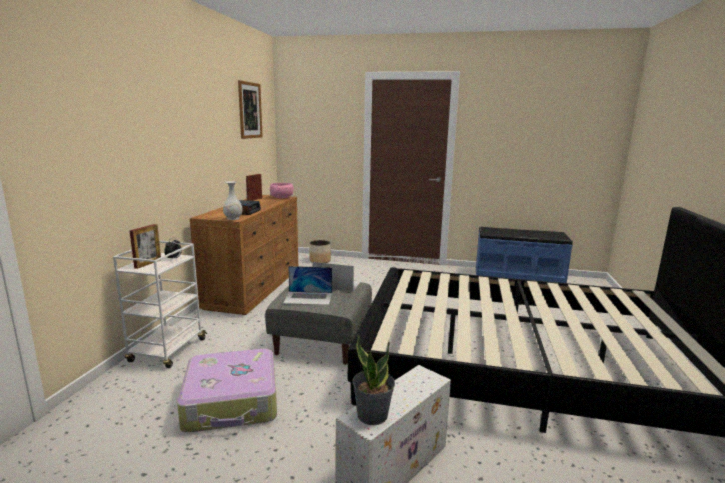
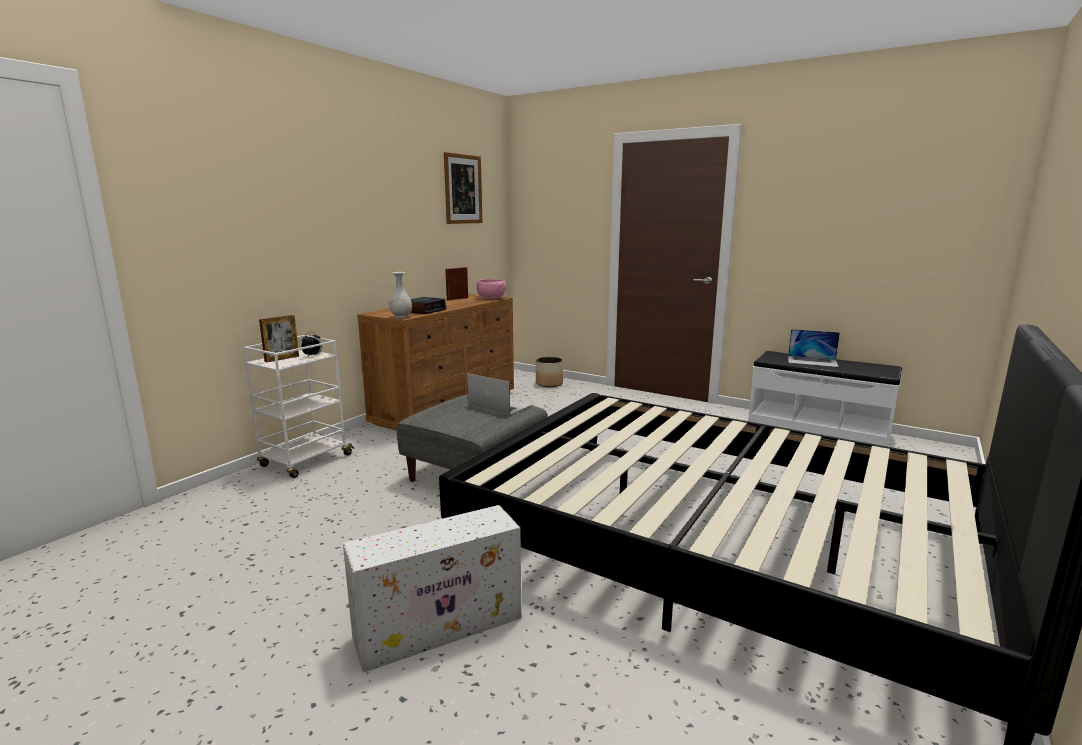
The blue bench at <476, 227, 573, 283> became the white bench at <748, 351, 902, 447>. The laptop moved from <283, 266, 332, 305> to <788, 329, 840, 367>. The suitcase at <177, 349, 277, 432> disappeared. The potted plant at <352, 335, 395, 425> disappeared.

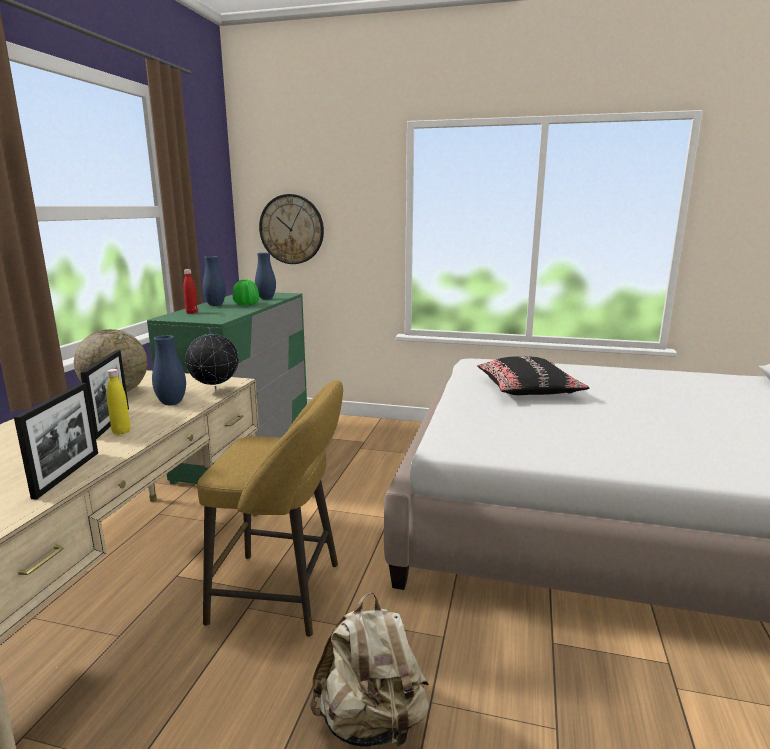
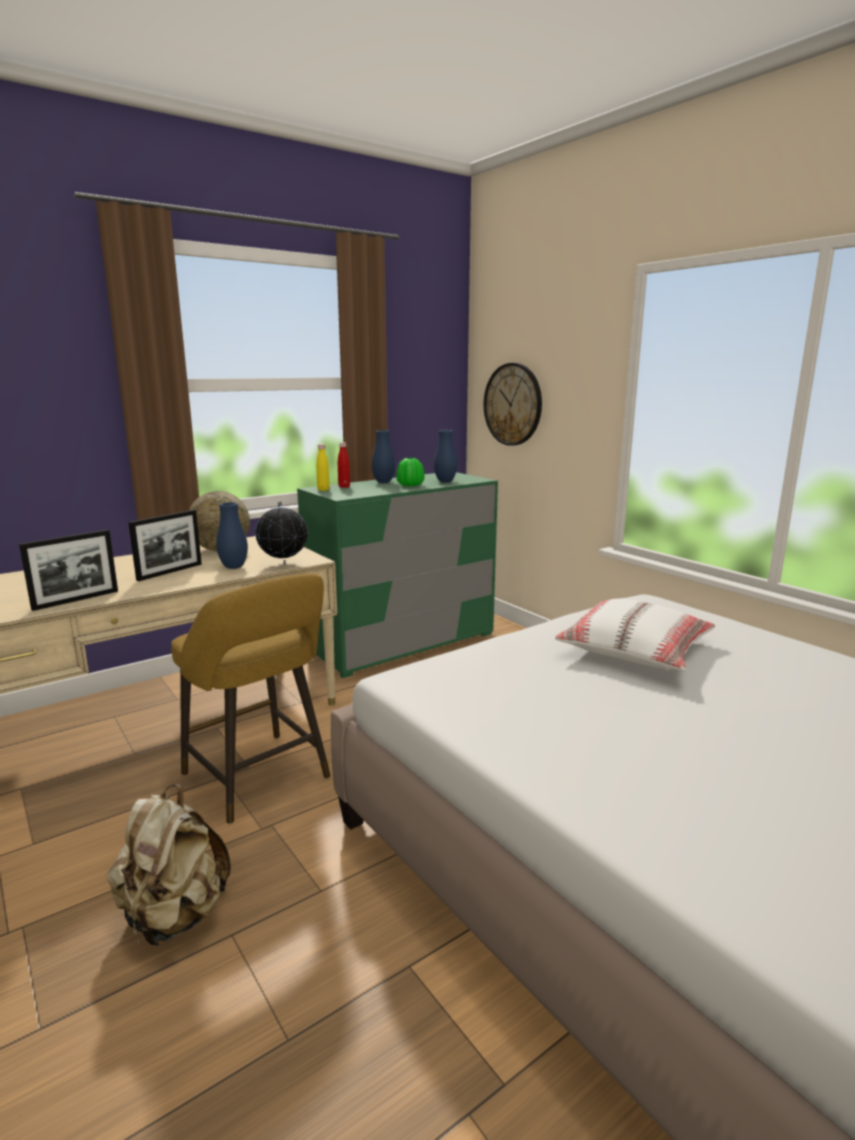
The yellow bottle moved from <107, 369, 131, 435> to <316, 444, 329, 491>. The black pillow at <477, 356, 589, 395> became the white pillow at <555, 599, 716, 671>.

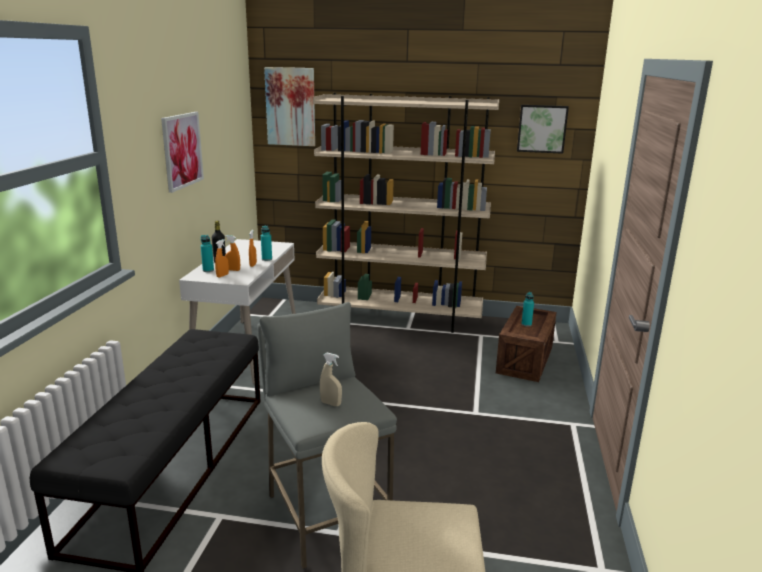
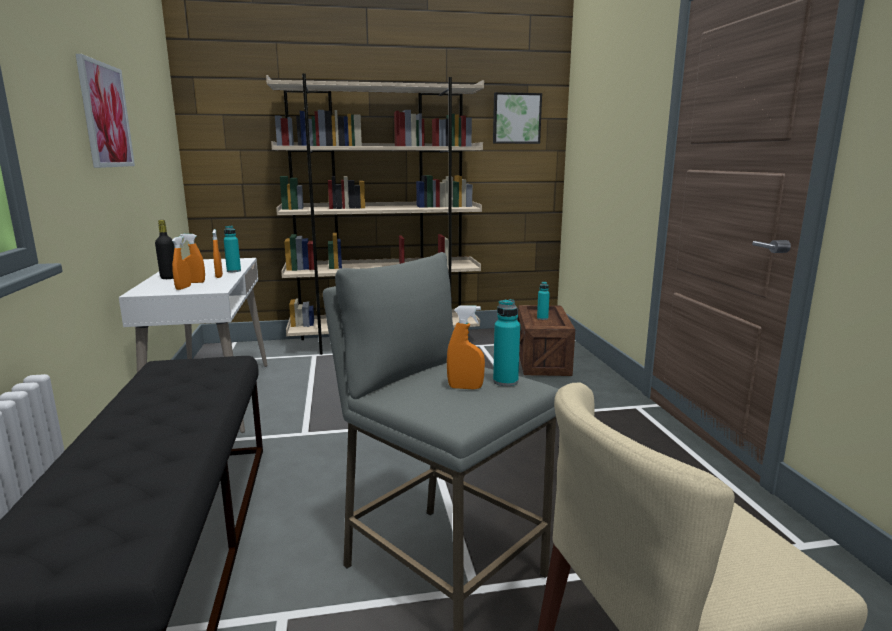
The beige spray bottle at <320, 353, 342, 406> became the orange spray bottle at <447, 305, 485, 389>. The turquoise bottle moved from <201, 235, 214, 272> to <493, 299, 520, 386>. The picture at <264, 67, 315, 146> disappeared.

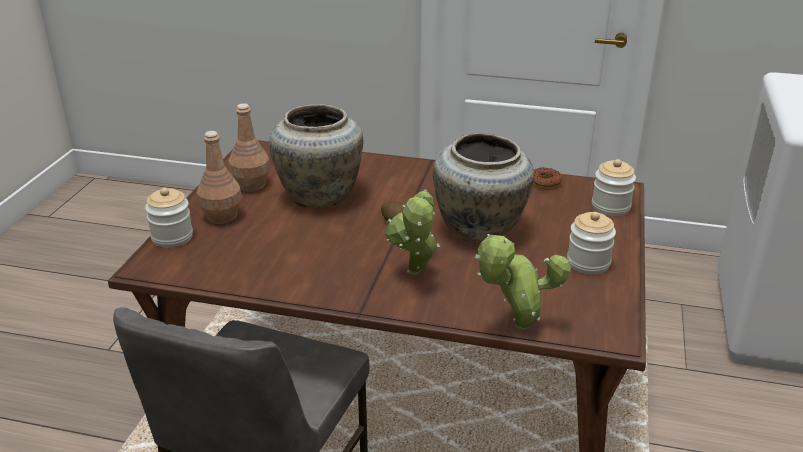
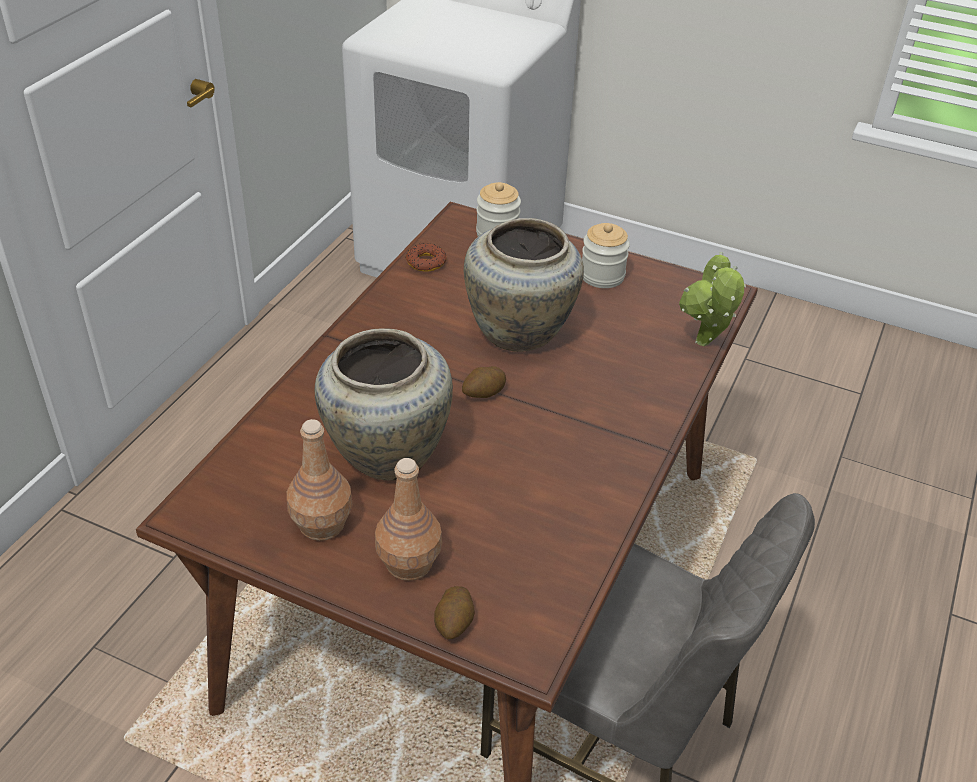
The jar at <145, 188, 193, 248> was replaced by the potato at <434, 586, 475, 639>. The potted plant at <385, 189, 440, 275> disappeared.

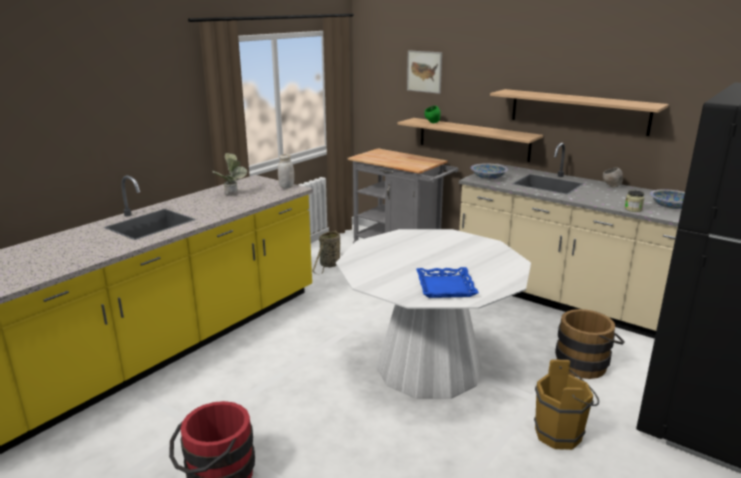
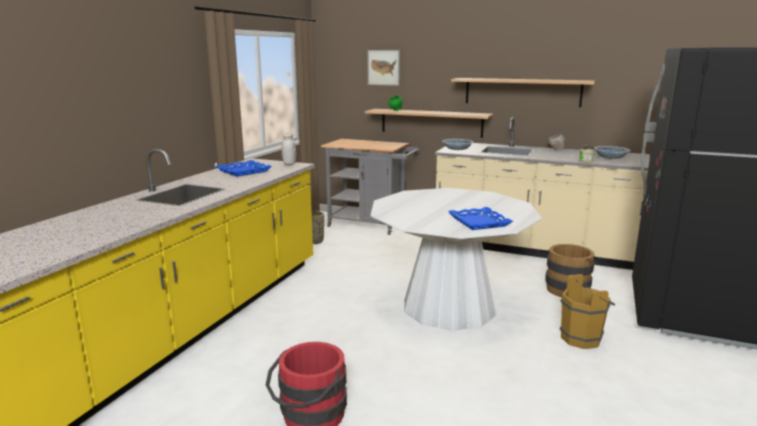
The potted plant at <212, 153, 247, 195> was replaced by the blue tray at <216, 160, 272, 177>.

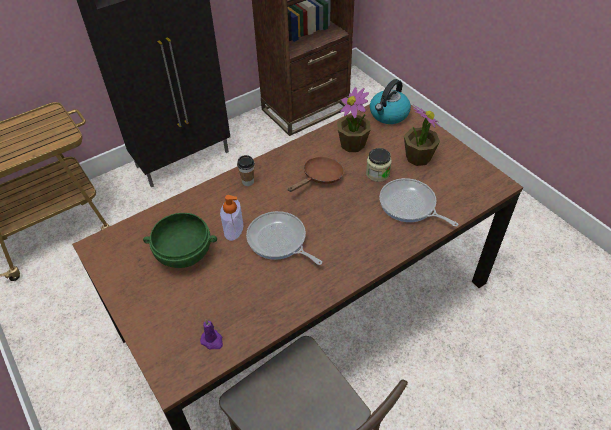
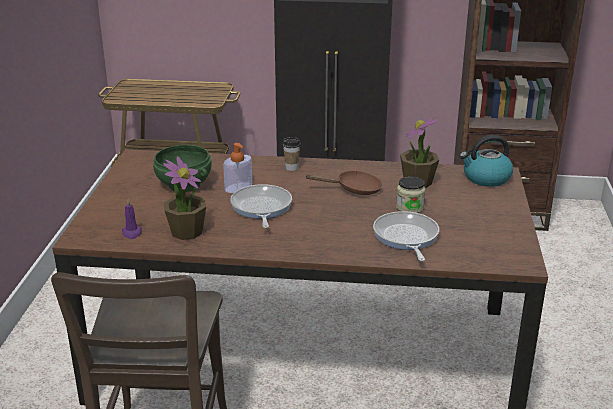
The potted plant moved from <404, 105, 441, 166> to <163, 156, 206, 240>.

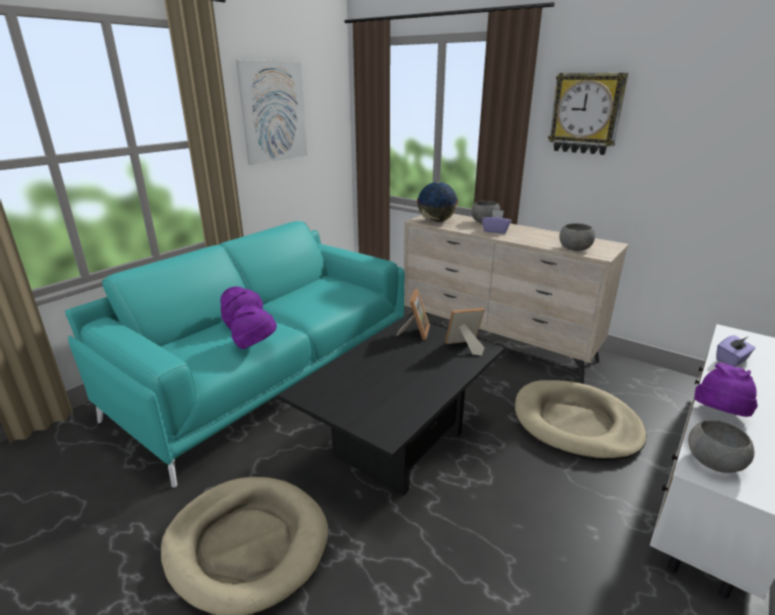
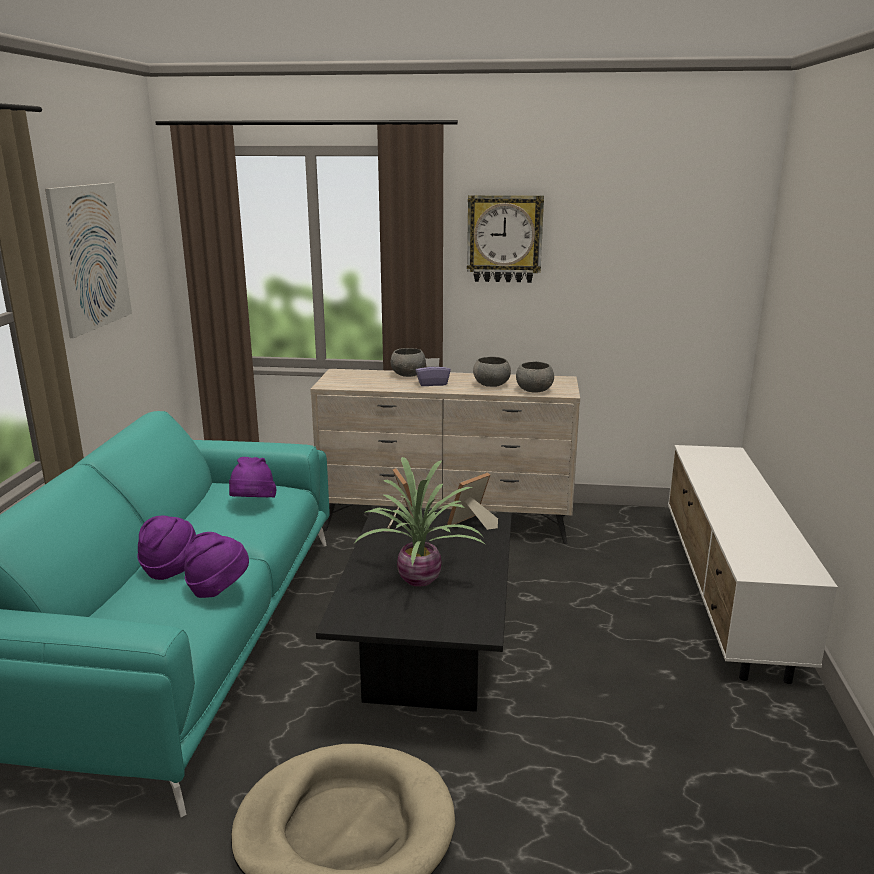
The purple hat moved from <694, 363, 758, 417> to <229, 457, 276, 498>. The potted plant at <354, 457, 486, 587> appeared. The grey bowl moved from <688, 420, 754, 473> to <473, 356, 511, 387>. The globe at <417, 182, 458, 222> disappeared. The beige dog bed at <515, 380, 647, 461> disappeared. The purple tissue box at <716, 335, 756, 367> disappeared.

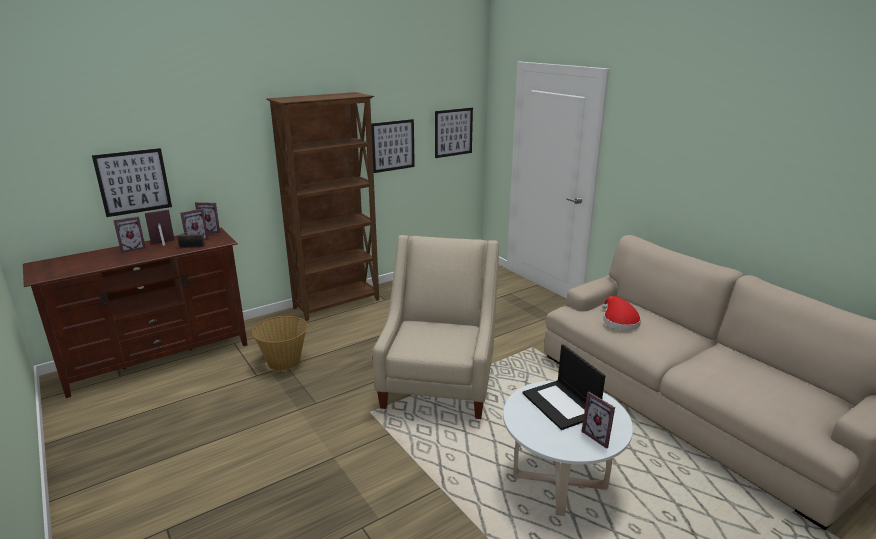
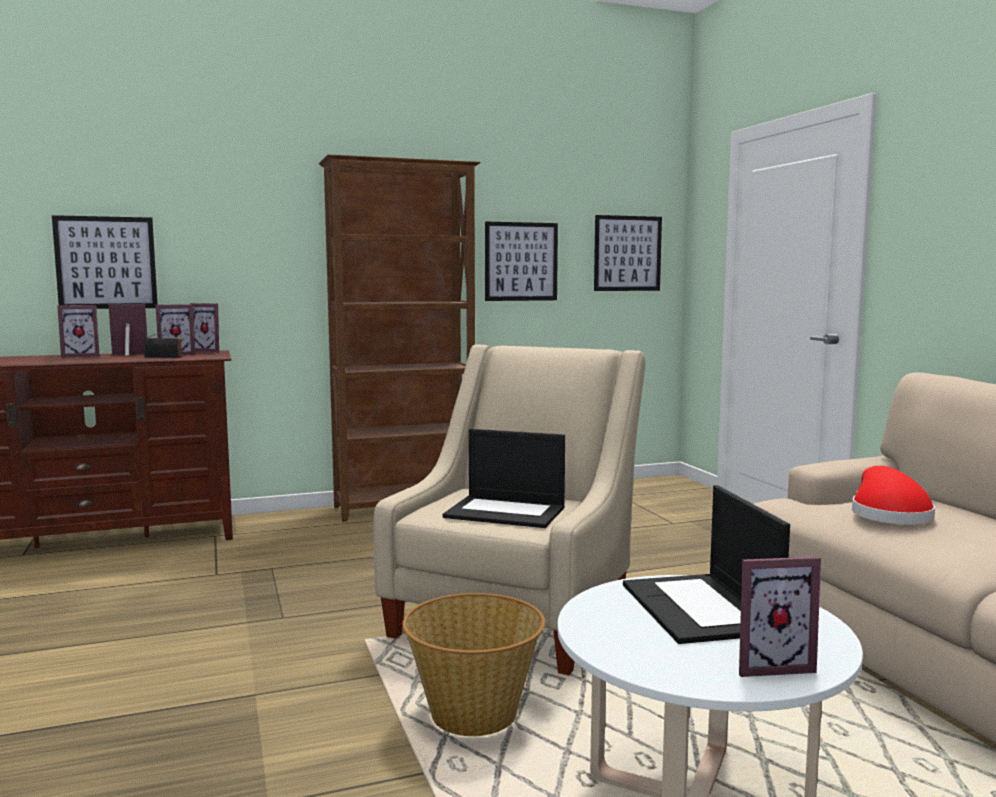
The basket moved from <252, 316, 308, 371> to <402, 593, 545, 736>. The laptop at <443, 429, 565, 528> appeared. The picture frame at <581, 392, 615, 449> turned 75 degrees counterclockwise.

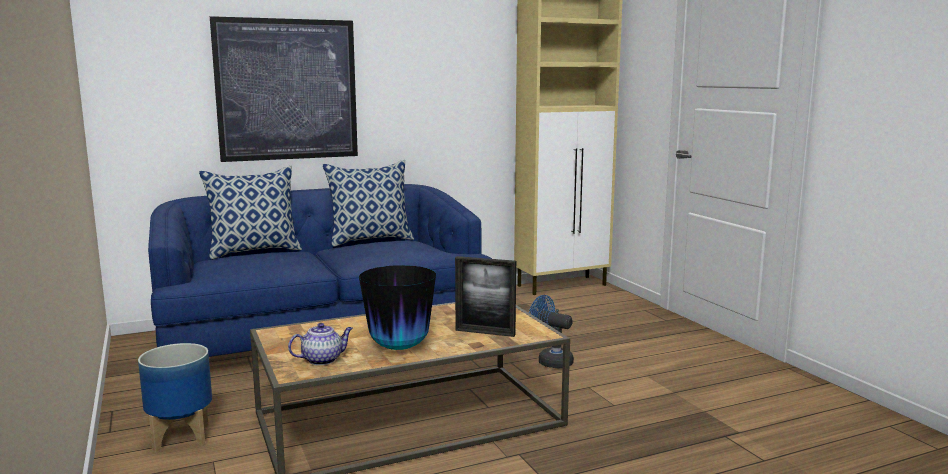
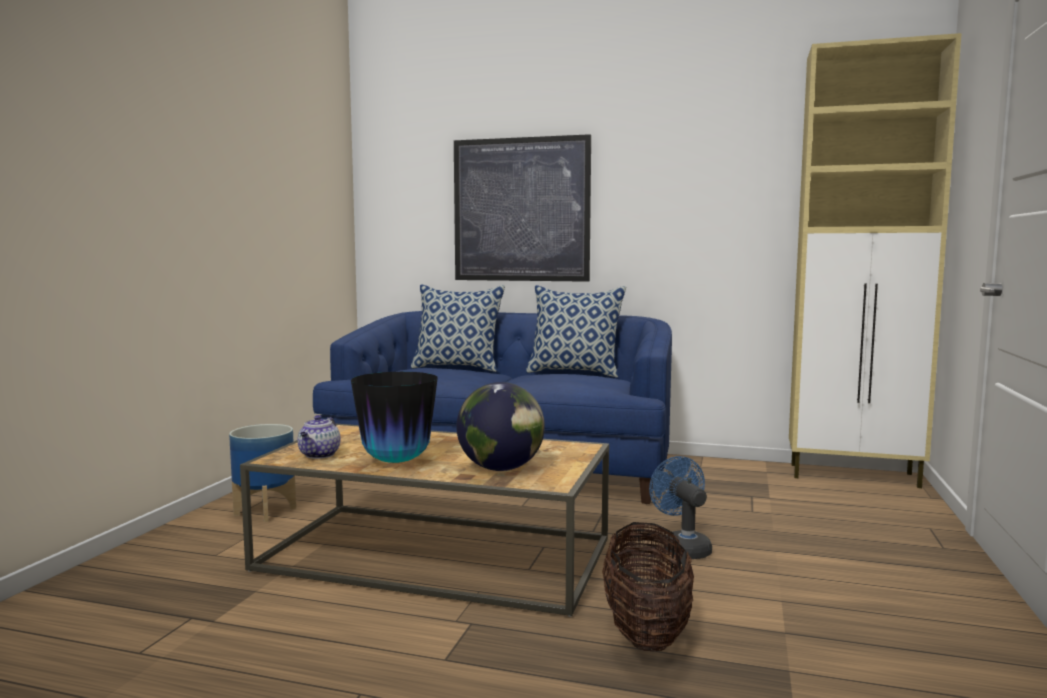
The teapot at <288, 323, 353, 365> turned 90 degrees clockwise. The picture frame at <455, 256, 516, 337> was replaced by the globe at <456, 382, 545, 471>. The basket at <602, 522, 694, 651> appeared.

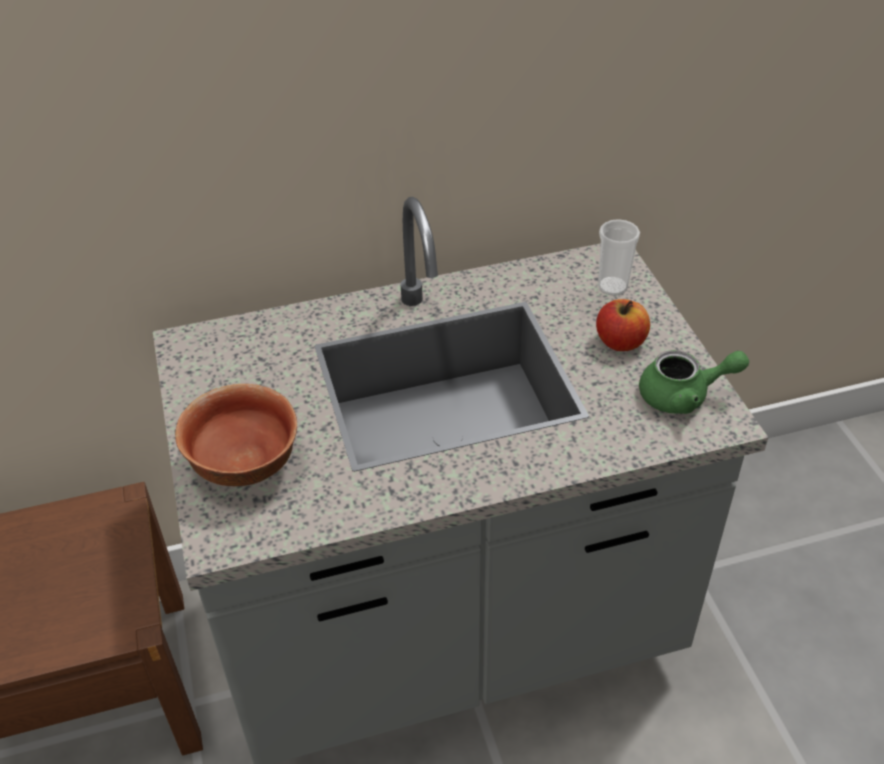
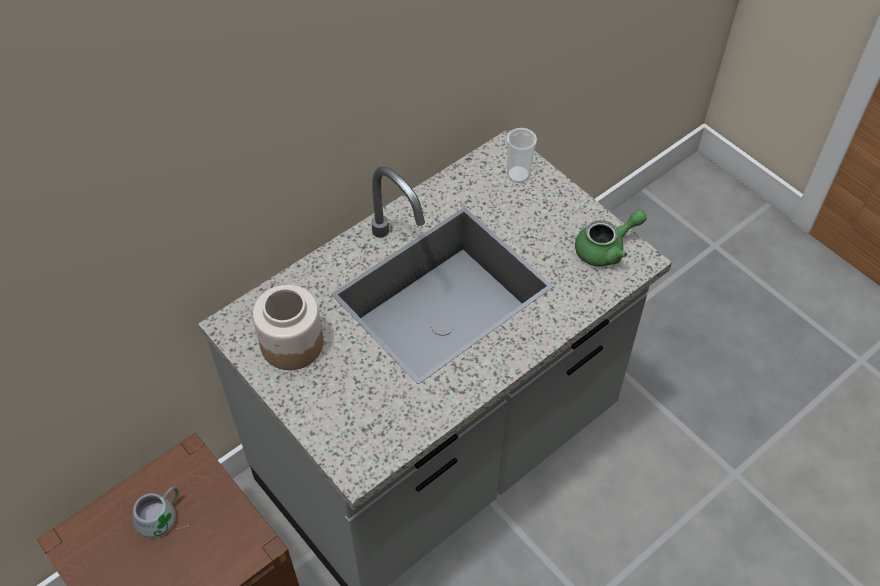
The grey mug at <133, 486, 188, 538> appeared. The jar at <252, 285, 323, 370> appeared. The bowl at <175, 384, 297, 487> disappeared. The apple at <596, 299, 650, 351> disappeared.

